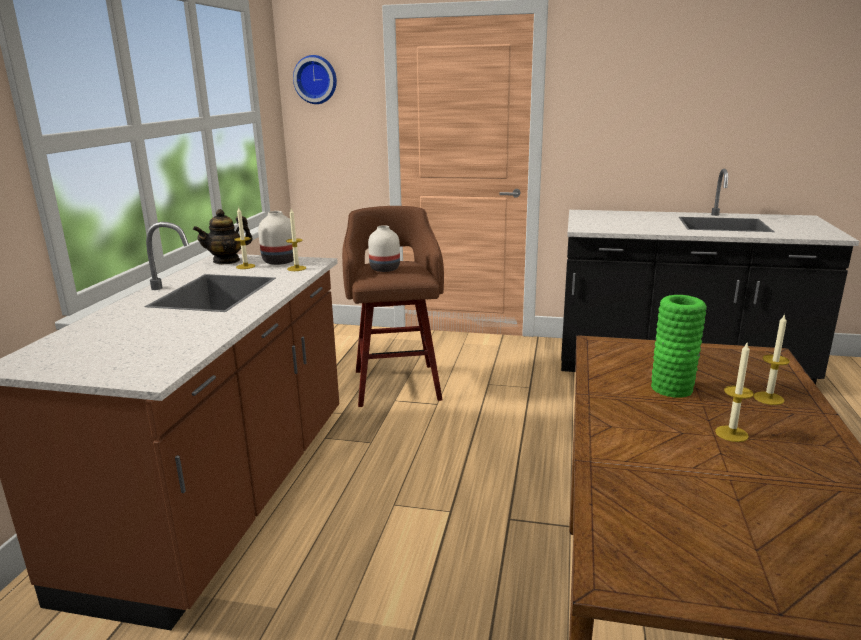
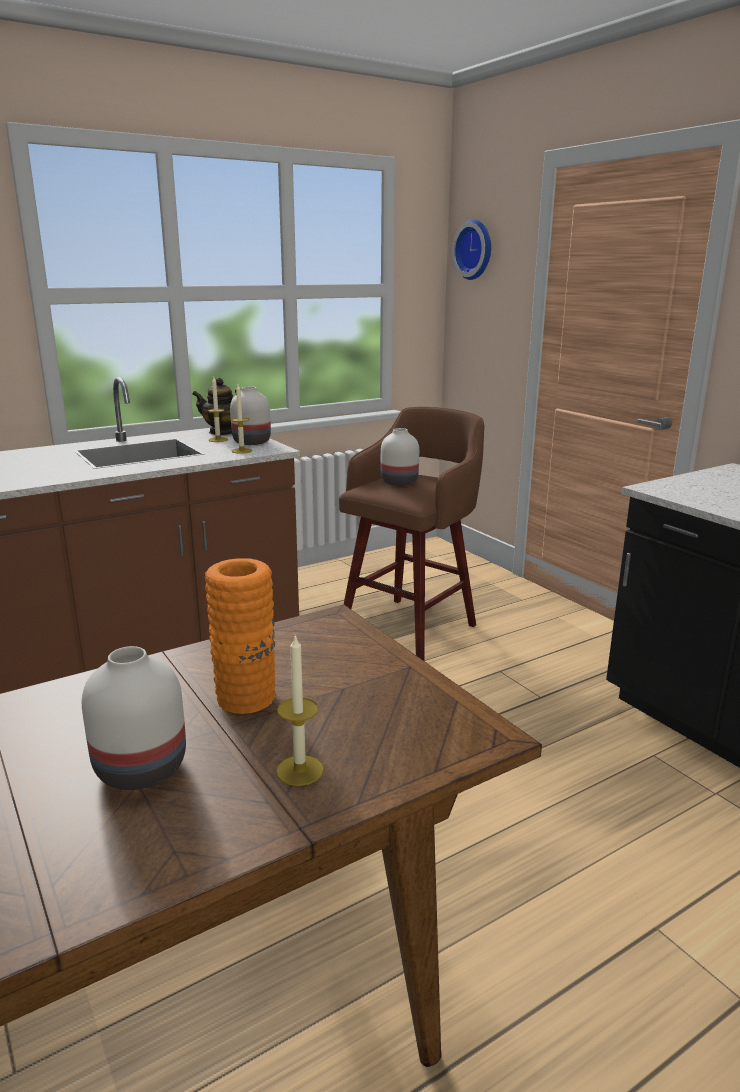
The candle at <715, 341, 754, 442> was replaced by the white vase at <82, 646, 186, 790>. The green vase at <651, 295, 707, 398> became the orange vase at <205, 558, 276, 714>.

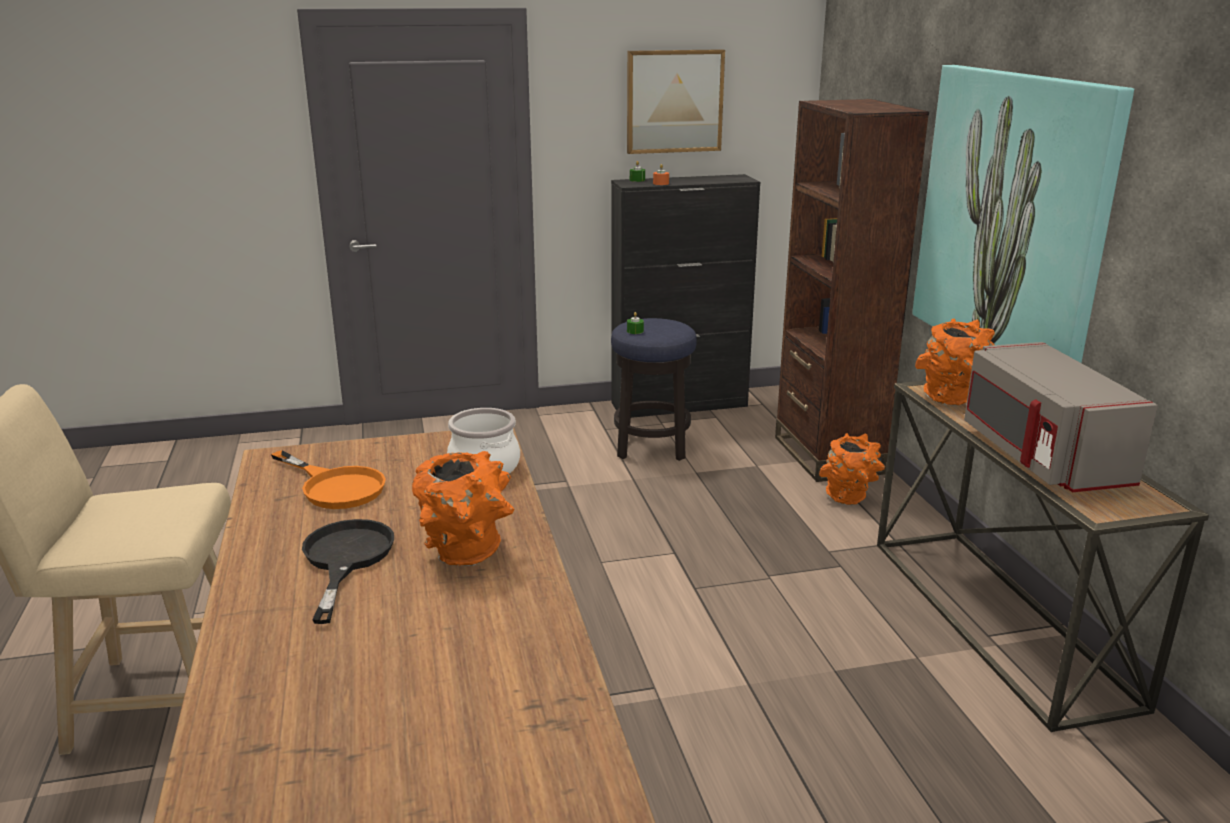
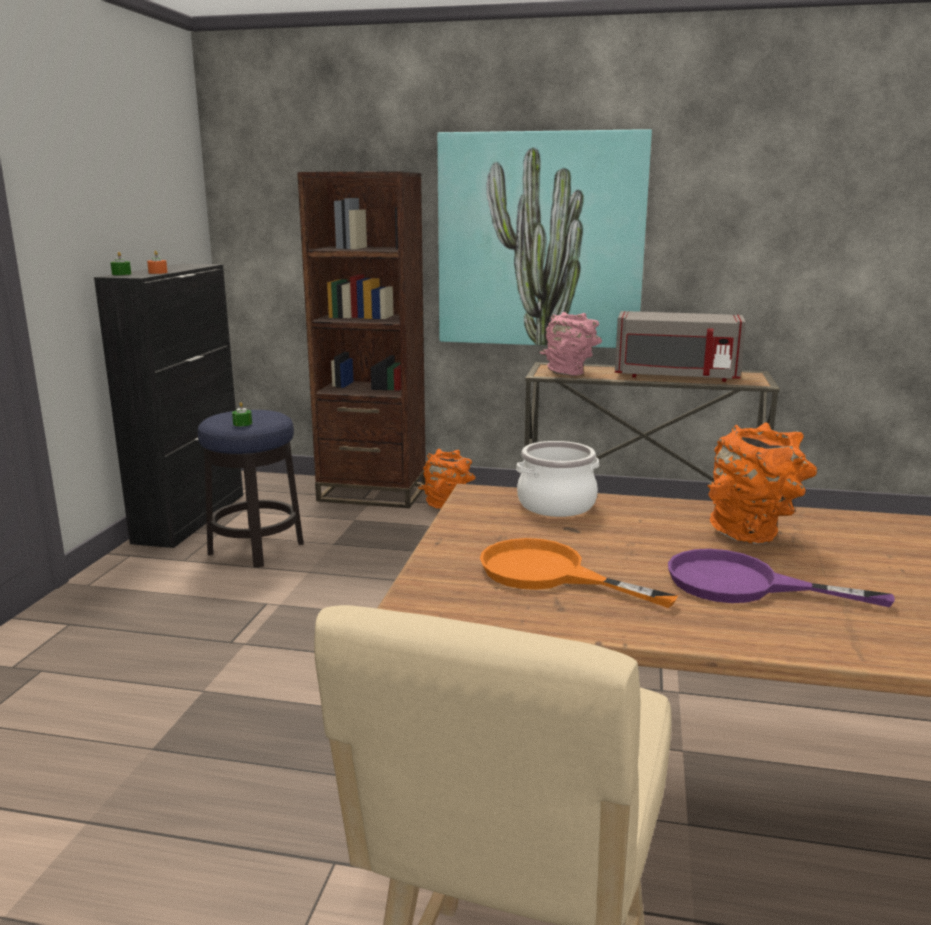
The orange frying pan at <271, 450, 386, 509> turned 120 degrees counterclockwise. The orange vase at <915, 319, 995, 406> became the pink vase at <540, 312, 602, 376>. The black frying pan at <302, 519, 394, 624> became the purple frying pan at <668, 549, 895, 607>. The picture at <627, 49, 725, 154> disappeared.

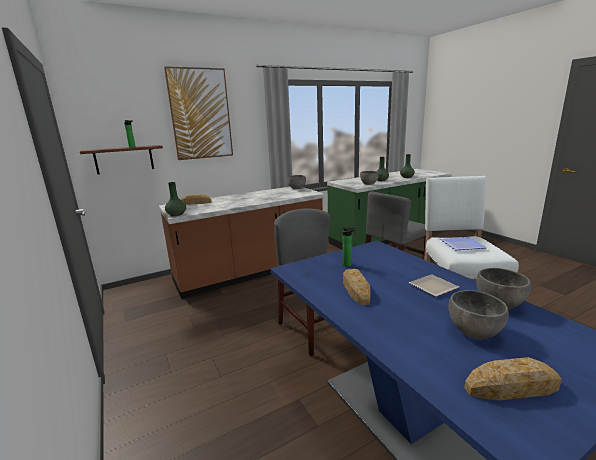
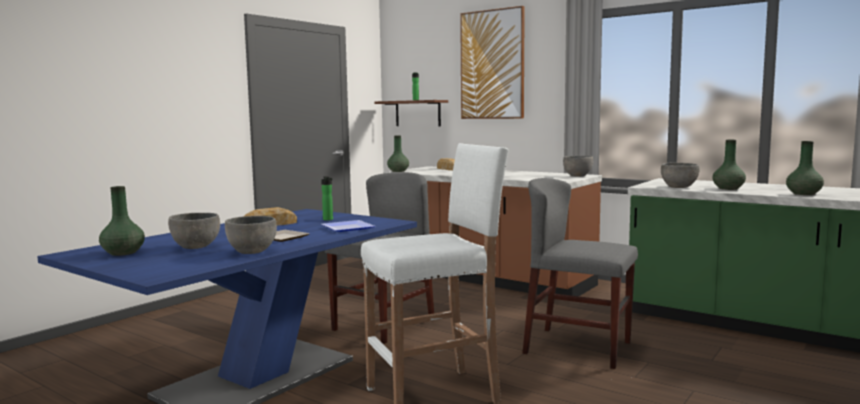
The bread at <464, 357, 562, 401> was replaced by the green vase at <99, 186, 145, 256>. The plate moved from <440, 237, 487, 250> to <321, 220, 375, 232>.

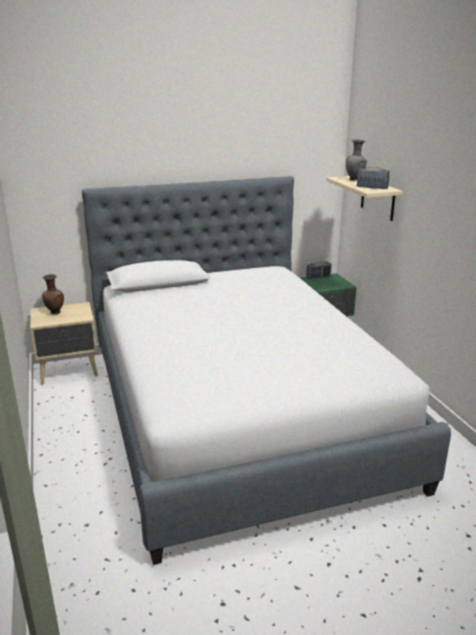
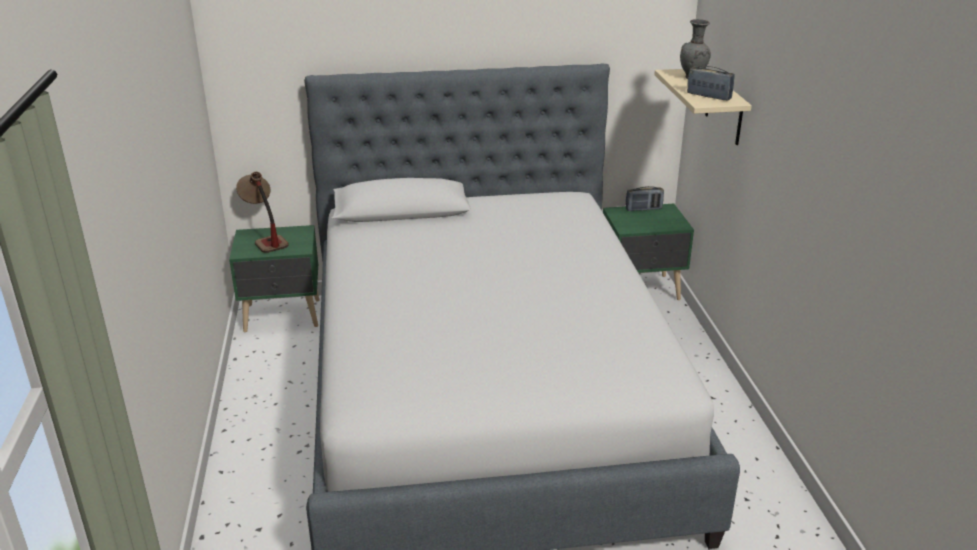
The beige nightstand at <30, 302, 98, 385> became the green nightstand at <229, 225, 320, 332>. The brown vase at <42, 274, 64, 314> was replaced by the table lamp at <236, 172, 289, 253>.

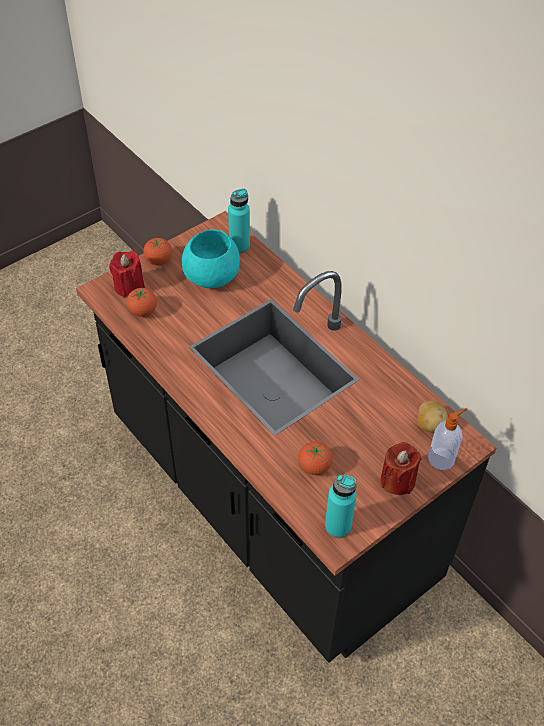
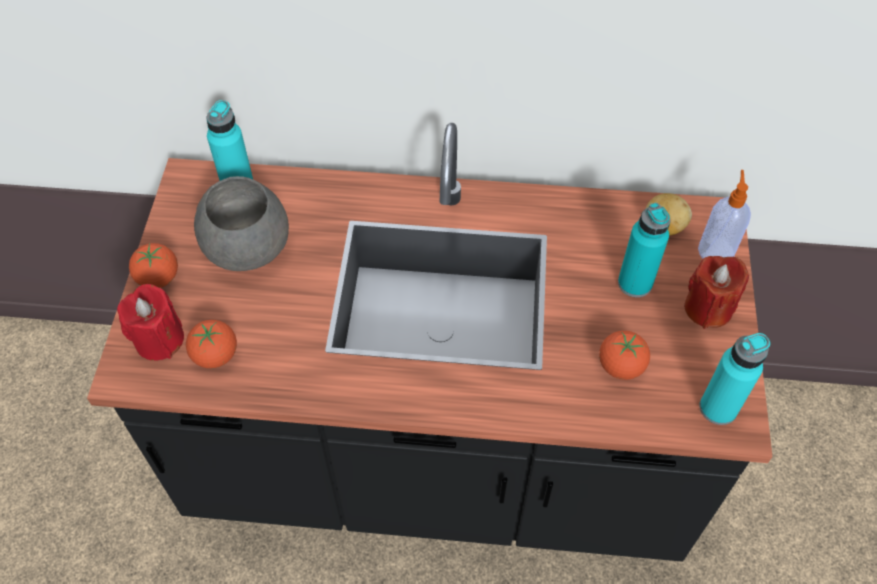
The turquoise bowl at <182, 229, 240, 288> became the grey bowl at <194, 176, 289, 271>. The turquoise bottle at <618, 203, 670, 297> appeared.

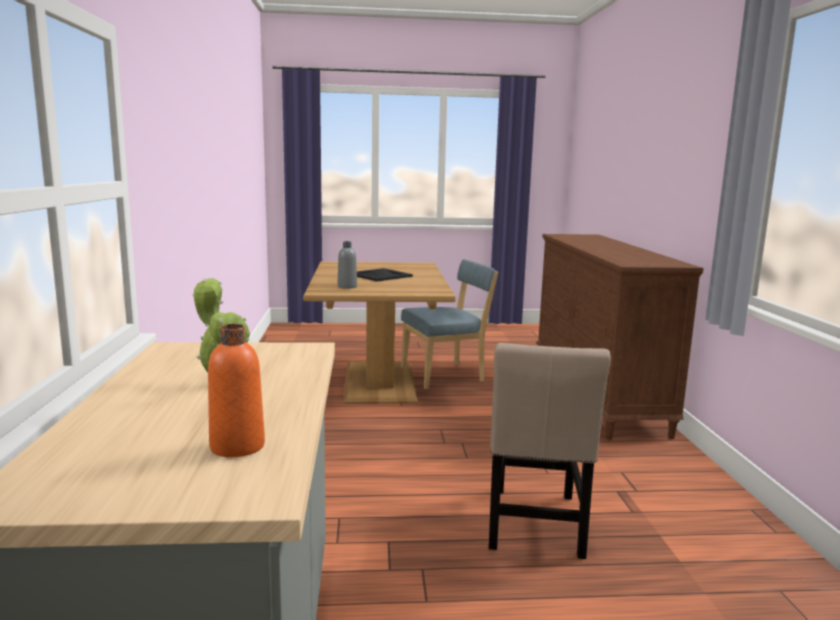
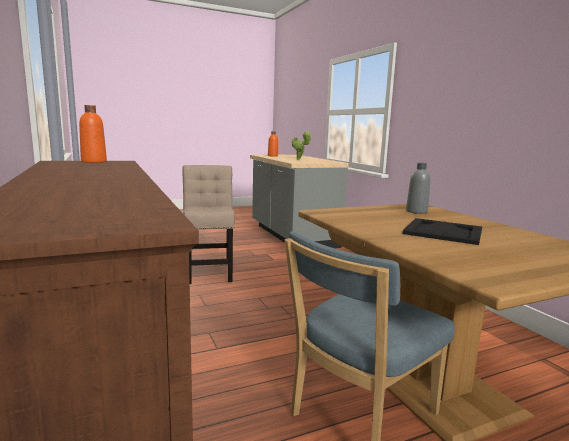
The orange bottle at <79, 105, 107, 163> appeared.

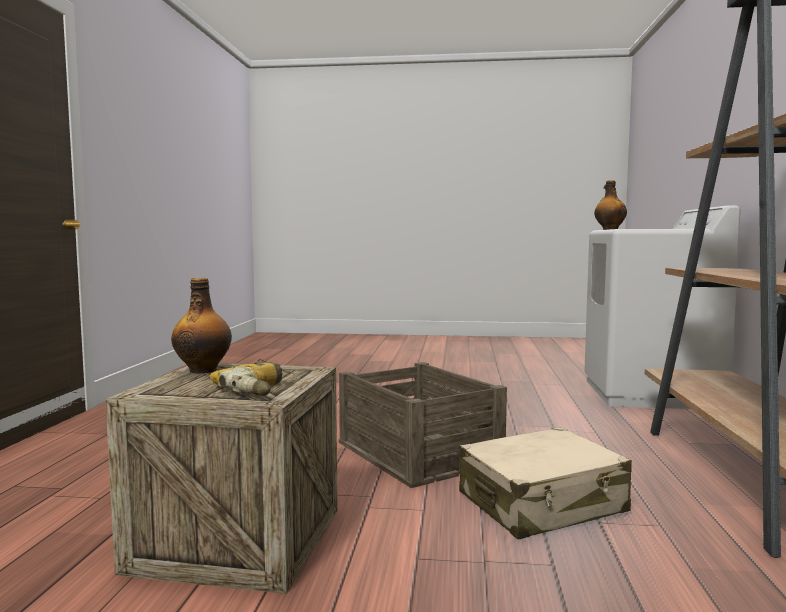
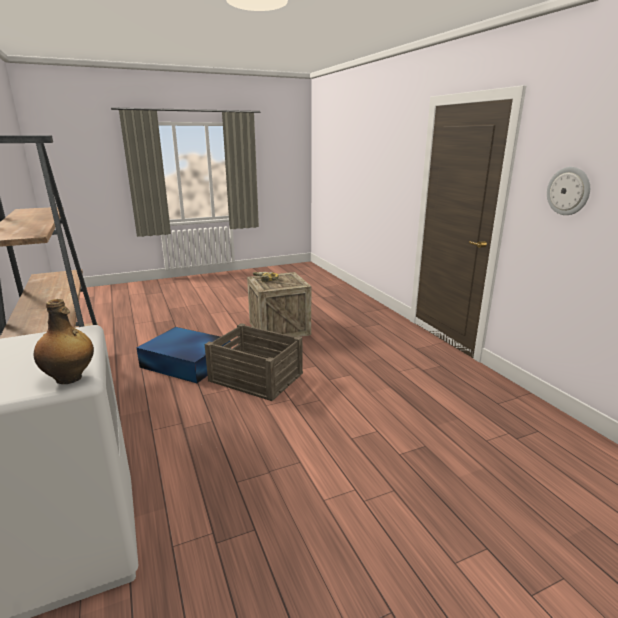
The beige suitcase at <459, 427, 632, 539> was replaced by the blue storage box at <137, 327, 231, 383>. The wall clock at <547, 167, 590, 215> appeared. The bottle at <171, 278, 232, 374> disappeared.

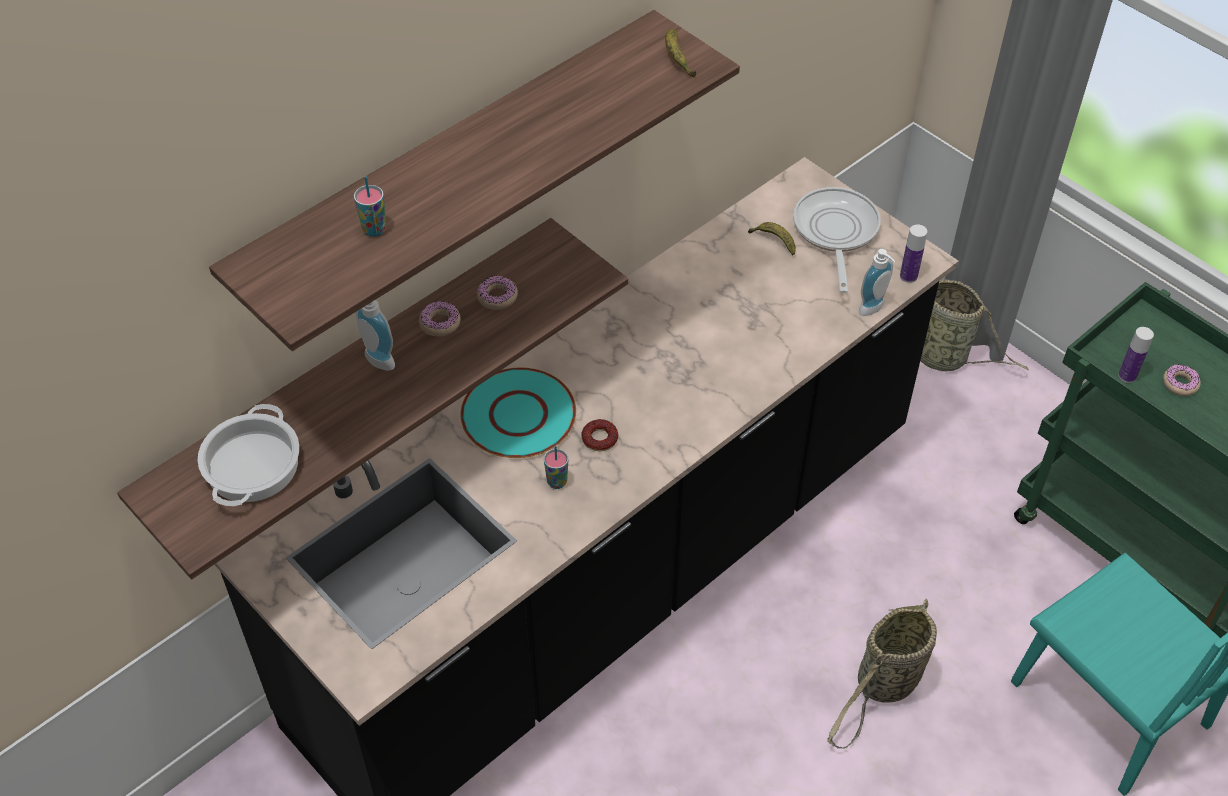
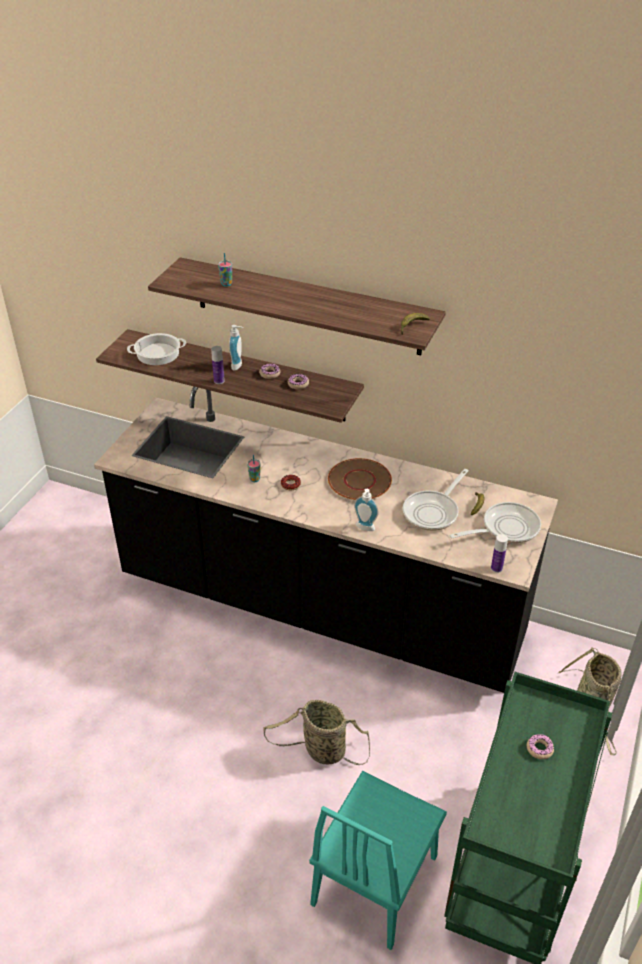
The bottle moved from <1118, 327, 1154, 383> to <211, 346, 225, 384>. The brown plate at <328, 458, 392, 500> appeared. The soap dispenser moved from <859, 249, 895, 316> to <354, 489, 379, 531>. The frying pan at <403, 469, 469, 531> appeared. The turquoise plate at <461, 368, 576, 458> disappeared.

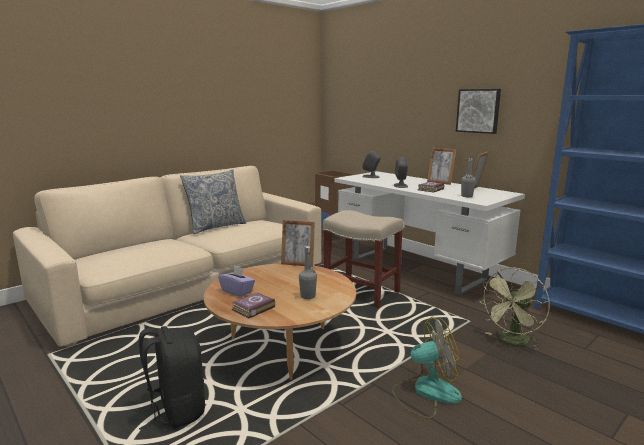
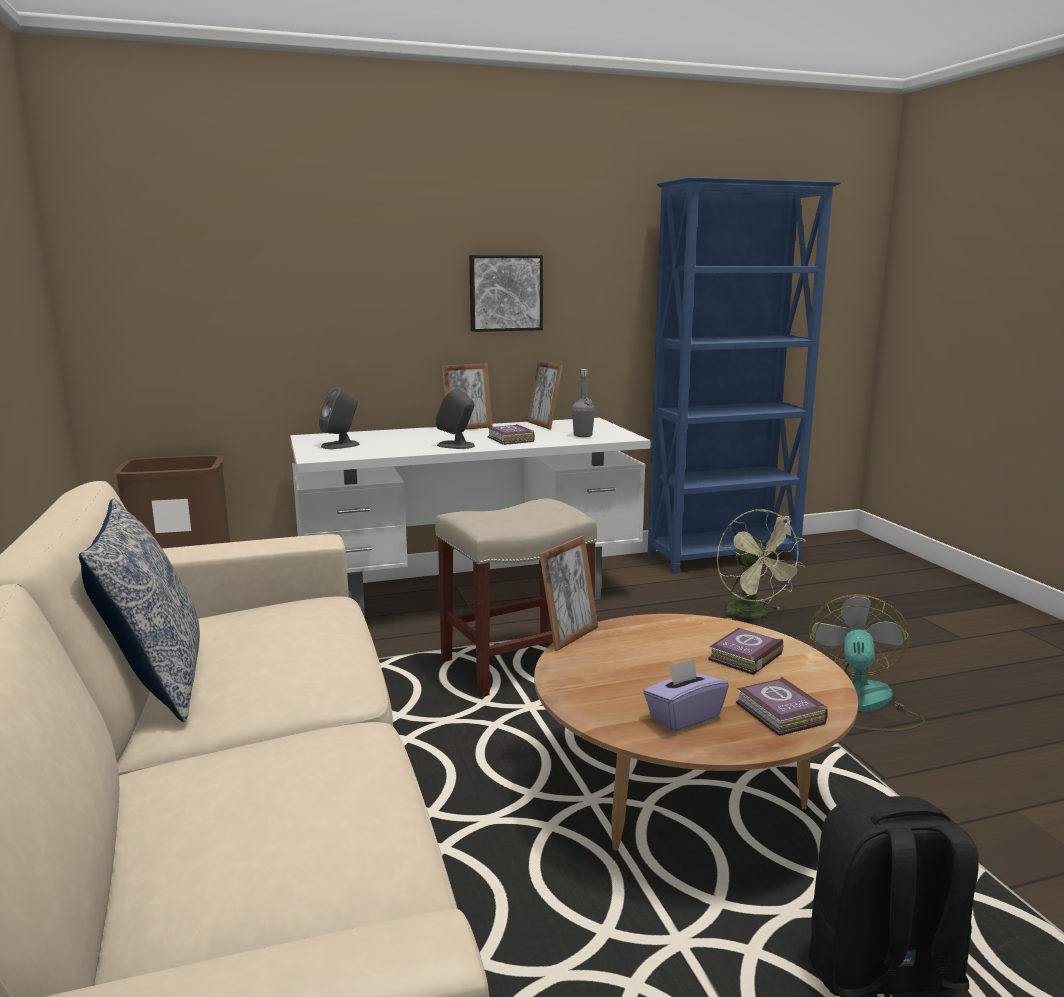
The grey bottle at <299, 246, 317, 299> was replaced by the book at <708, 628, 783, 675>.

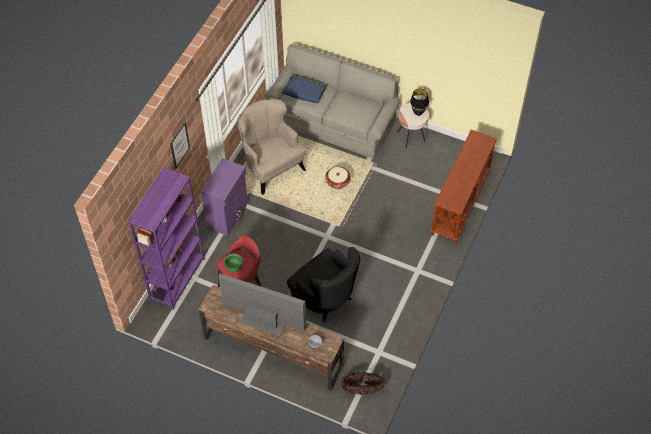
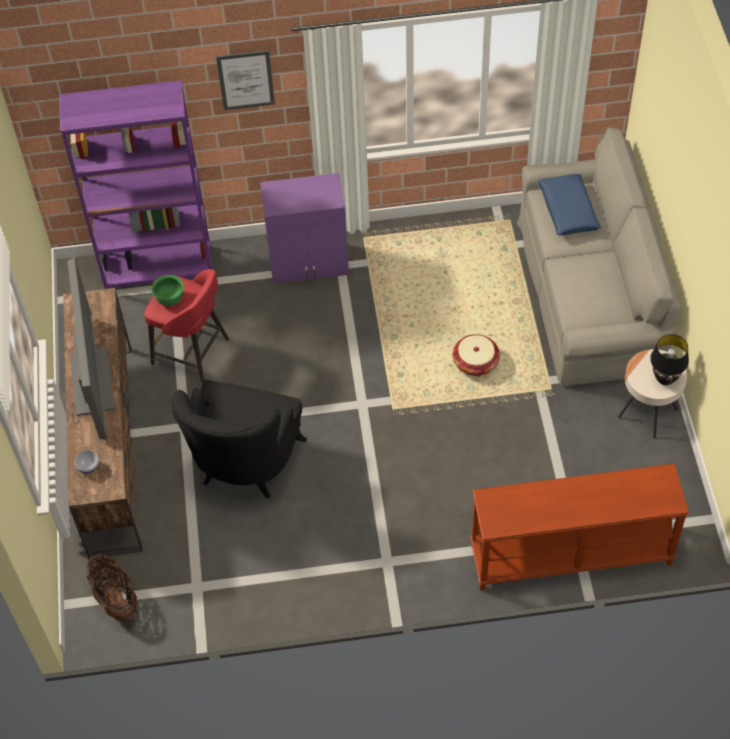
The beige armchair at <237, 98, 306, 195> disappeared.

